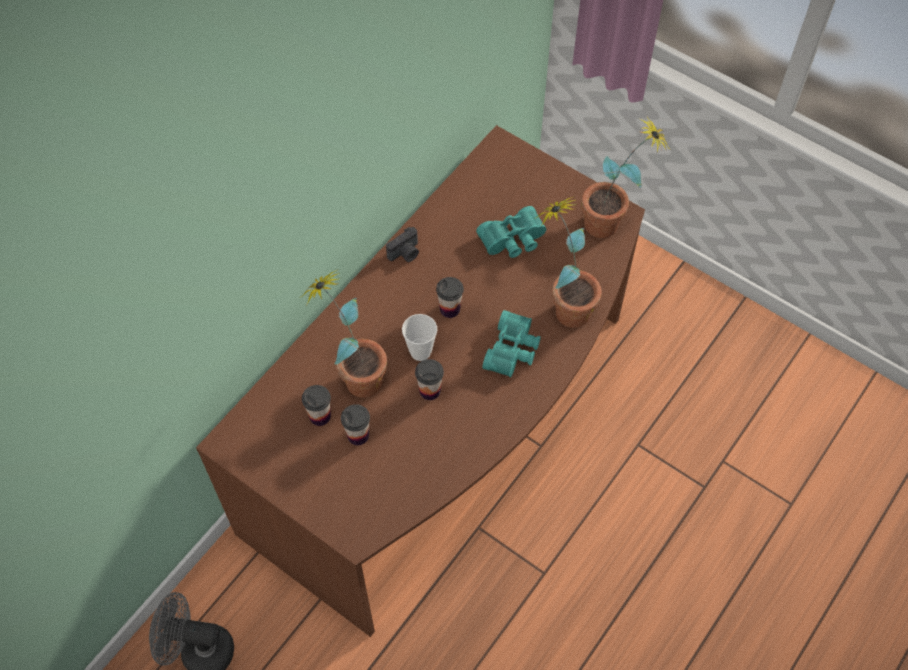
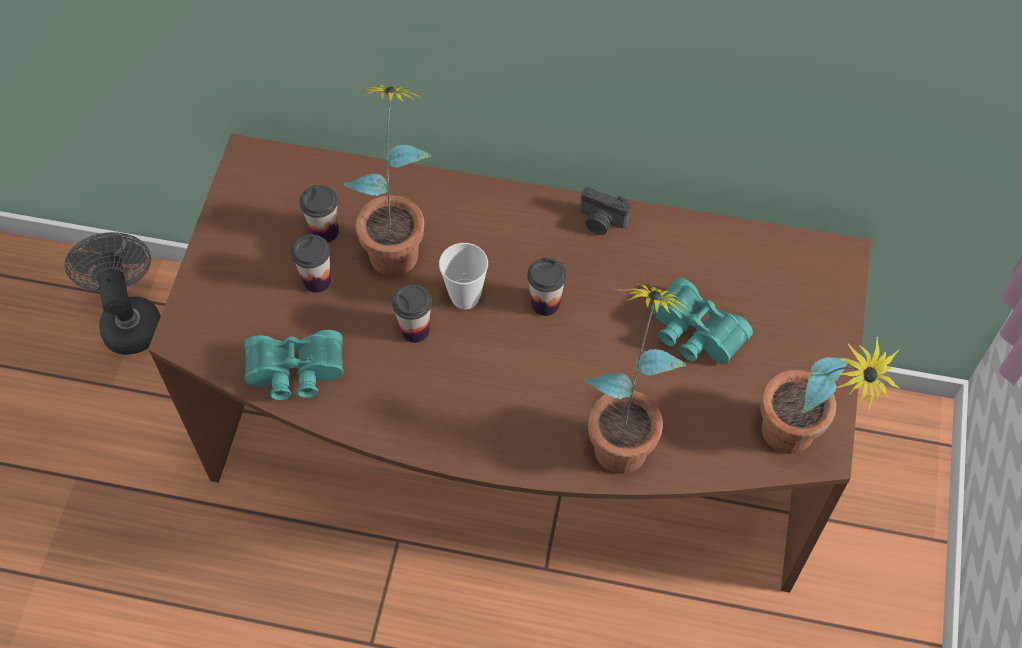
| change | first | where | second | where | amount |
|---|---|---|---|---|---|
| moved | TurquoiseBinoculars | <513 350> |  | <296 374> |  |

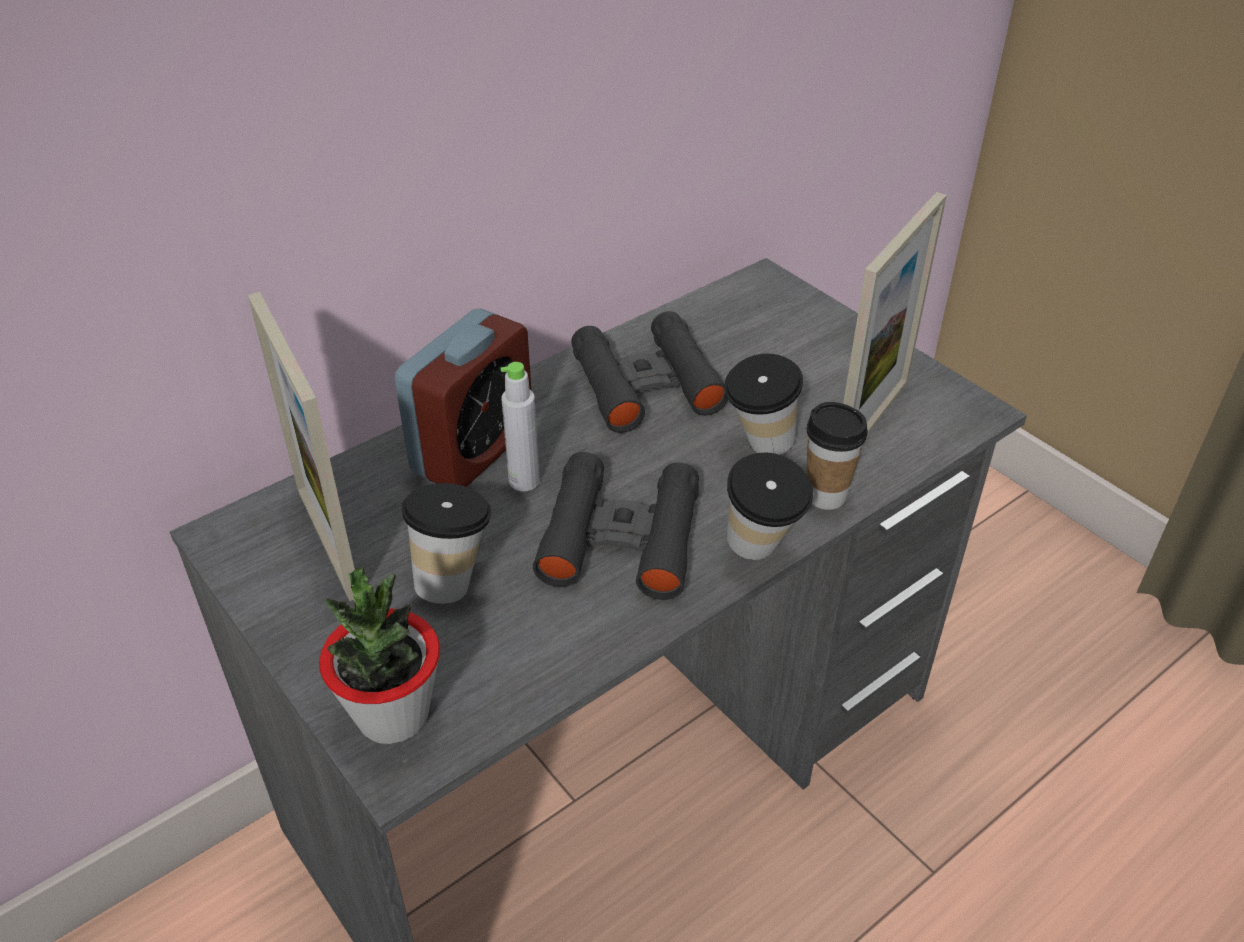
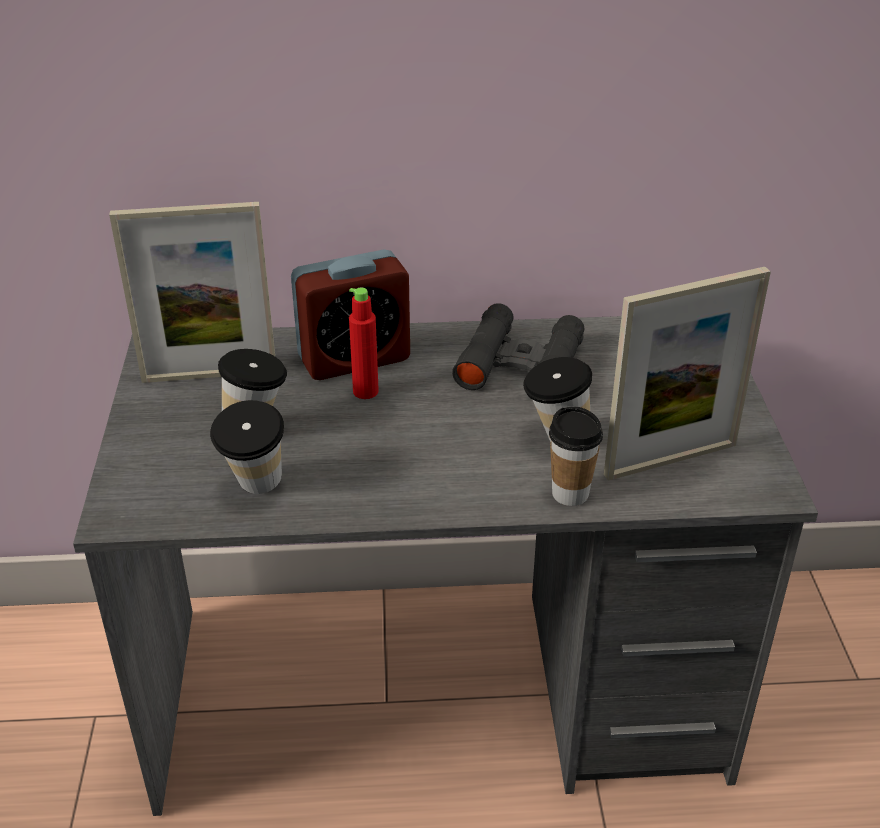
| change | first | where | second | where | amount |
|---|---|---|---|---|---|
| turned | PictureFrame | <327 541> |  | <209 375> | 105 degrees counterclockwise |
| removed | PottedPlant | <393 716> |  |  |  |
| recoloured | GreyBottle | <524 481> | RedBottle | <365 391> |  |
| removed | BlackBinoculars | <620 537> |  |  |  |
| moved | Cup | <760 554> |  | <256 490> |  |

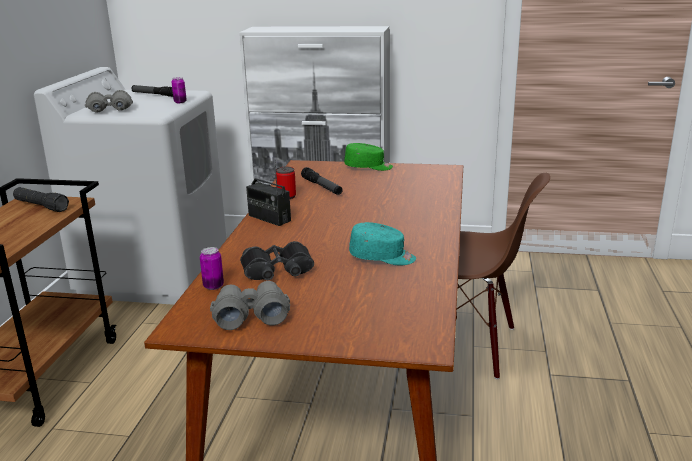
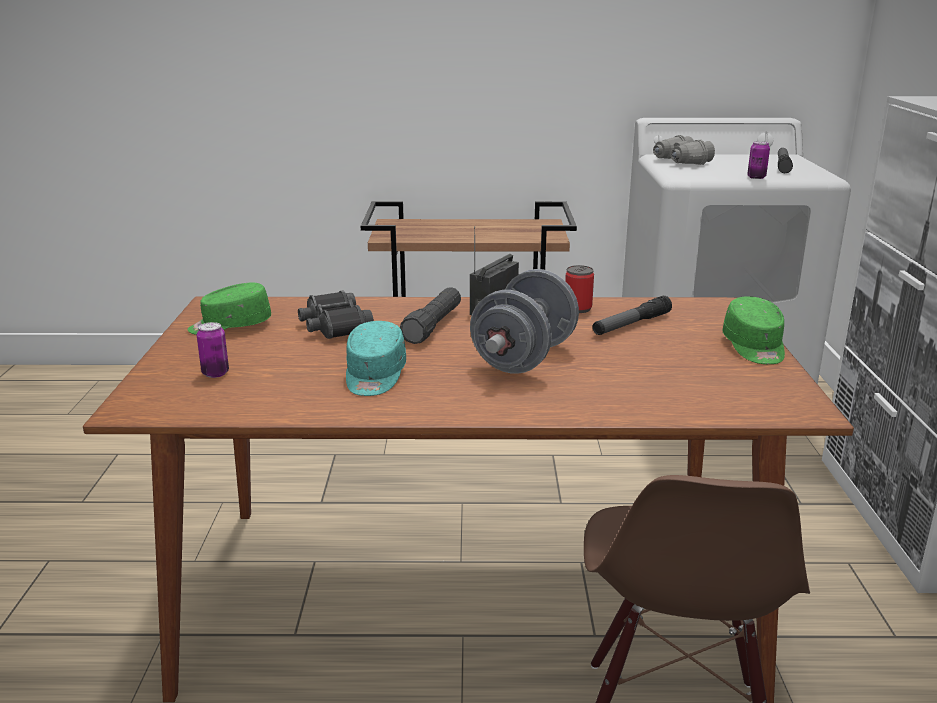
| change | first | where | second | where | amount |
|---|---|---|---|---|---|
| moved | BlackFlashlight | <41 206> |  | <433 326> |  |
| moved | Can | <213 286> |  | <215 373> |  |
| replaced | GreyBinoculars | <251 315> | GreenCap | <230 326> |  |
| added |  |  | GreyDumbbell | <524 358> |  |

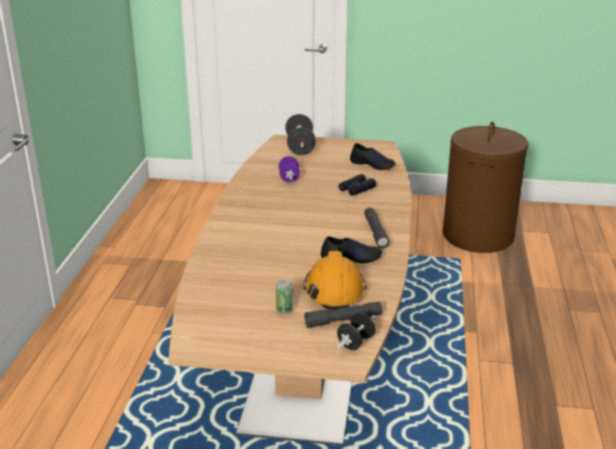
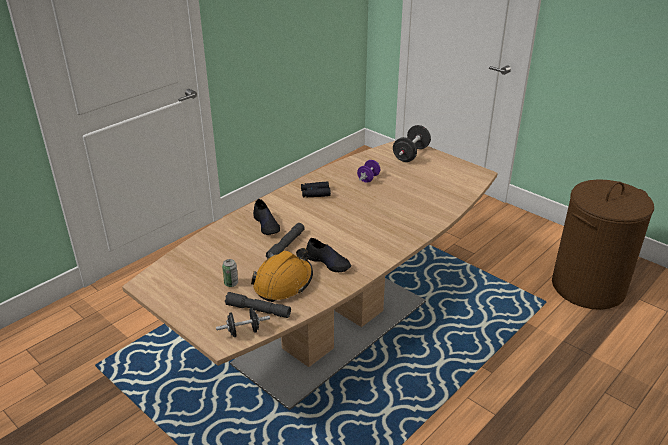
| change | first | where | second | where | amount |
|---|---|---|---|---|---|
| moved | BlackBinoculars | <356 189> |  | <315 193> |  |
| moved | BlackShoe | <372 164> |  | <266 225> |  |
| moved | GreyFlashlight | <375 232> |  | <286 246> |  |

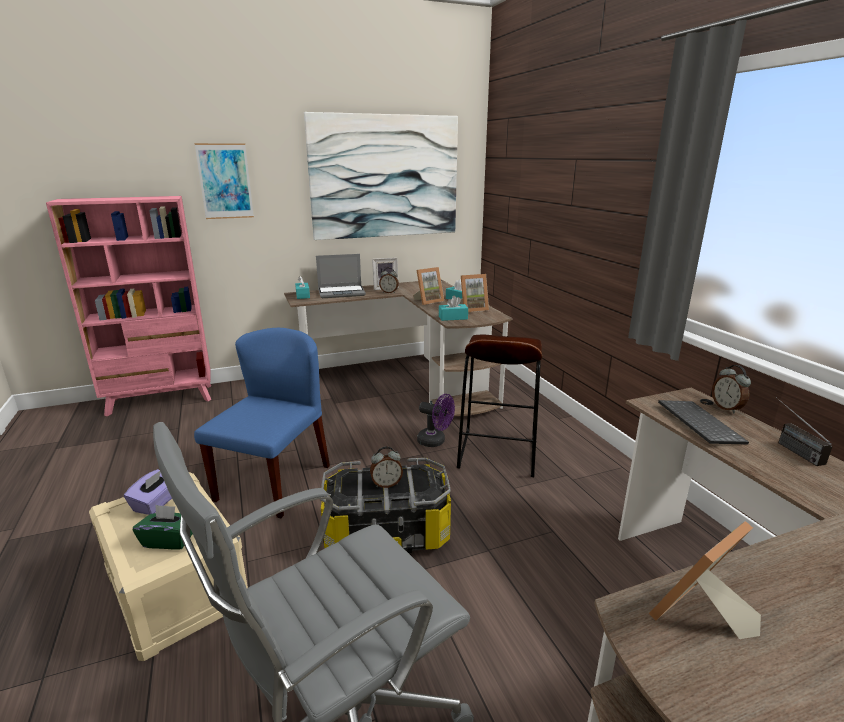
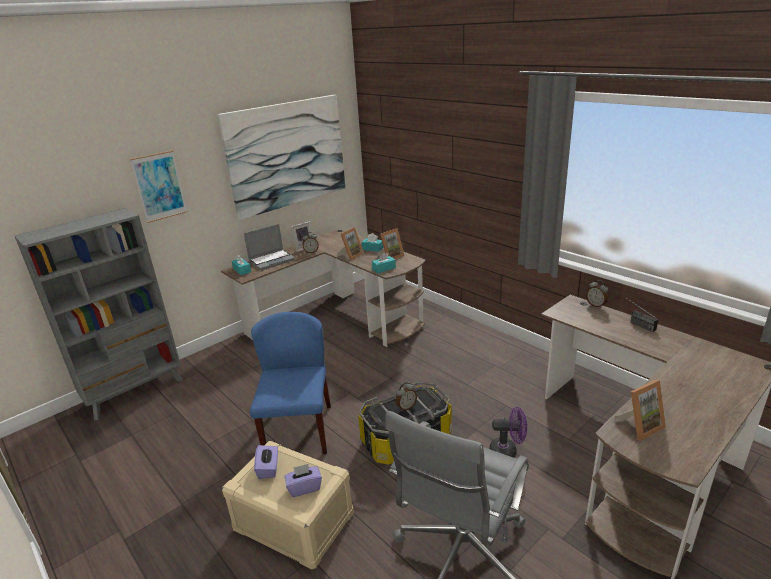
| change | first | where | second | where | amount |
|---|---|---|---|---|---|
| recoloured | PinkBookcase | <161 400> | GreyBookcase | <135 391> |  |
| recoloured | GreenTissueBox | <169 540> | PurpleTissueBox | <304 487> |  |
| moved | PurpleFan | <435 441> |  | <507 451> |  |
| removed | BrownStool | <497 453> |  |  |  |
| turned | PictureFrame | <699 618> |  | <640 426> | 150 degrees counterclockwise |
| removed | Keyboard | <697 423> |  |  |  |

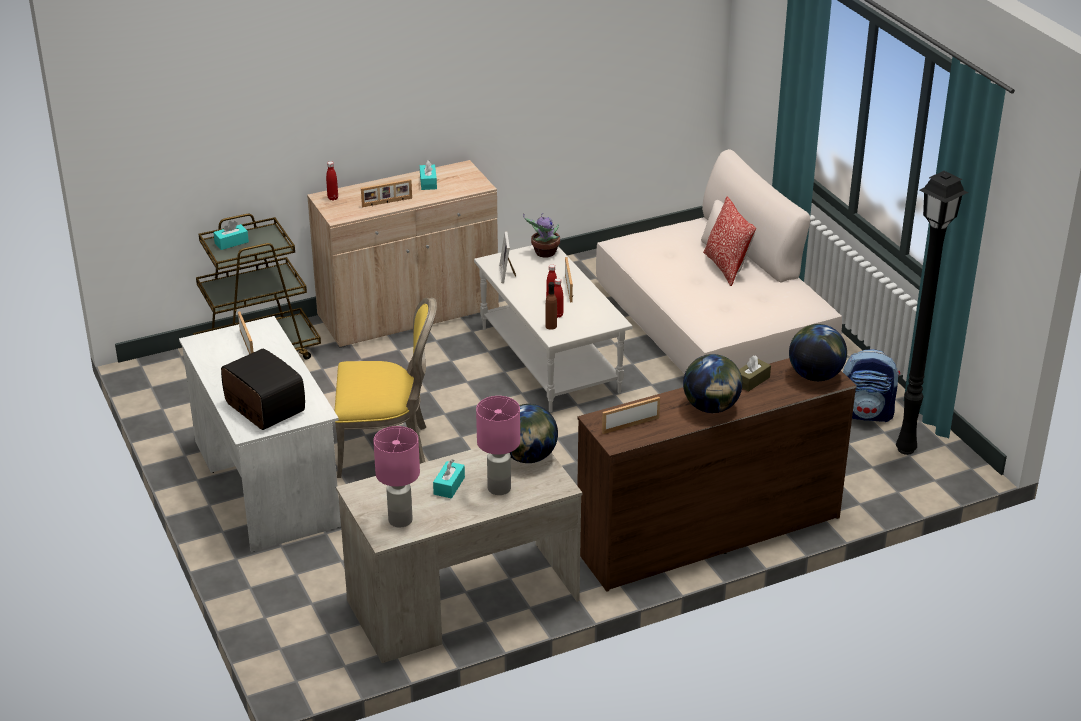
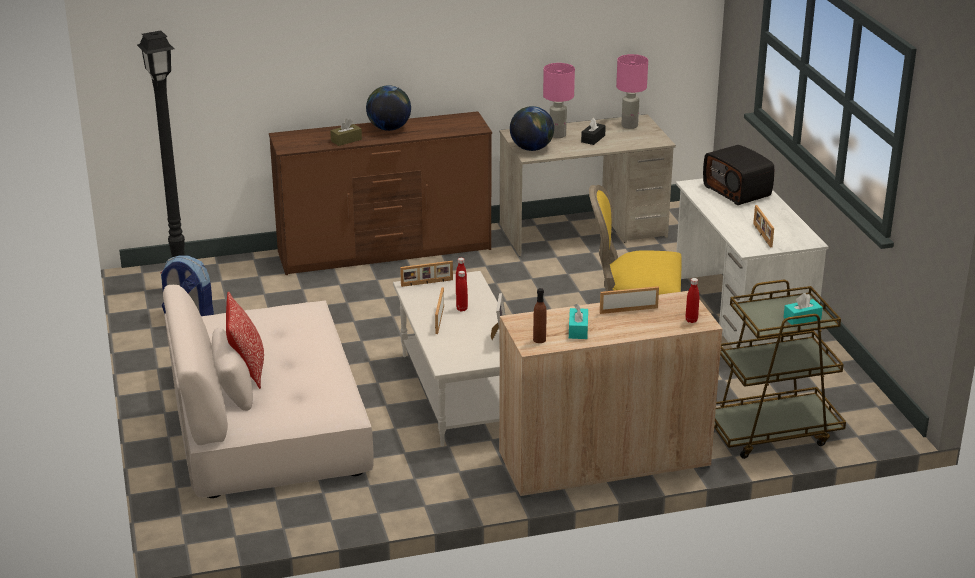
| change | first | where | second | where | amount |
|---|---|---|---|---|---|
| recoloured | TurquoiseTissueBox | <449 486> | BlackTissueBox | <593 139> |  |
| removed | PottedPlant | <544 253> |  |  |  |
| moved | BrownBottle | <551 326> |  | <539 340> |  |
| moved | PictureFrame | <630 425> |  | <427 283> |  |
| removed | Globe | <815 376> |  |  |  |

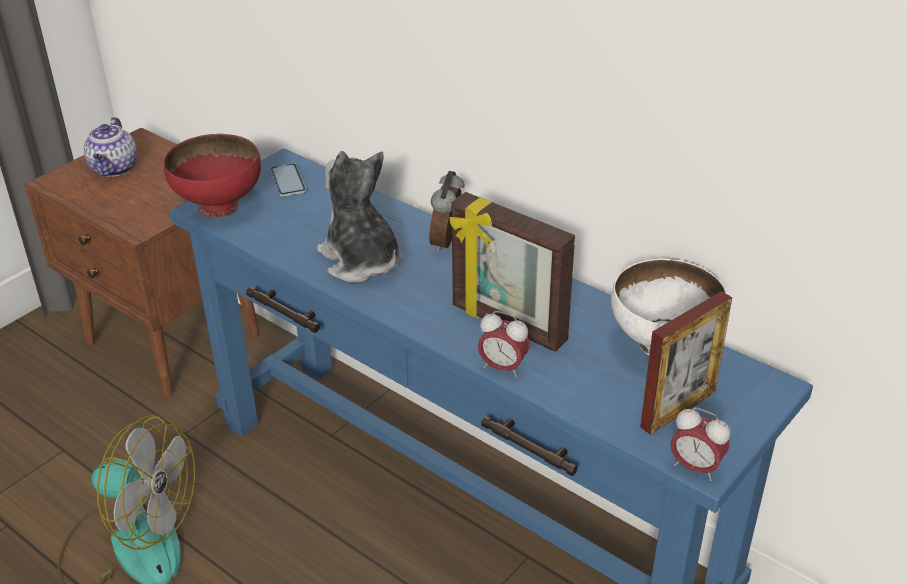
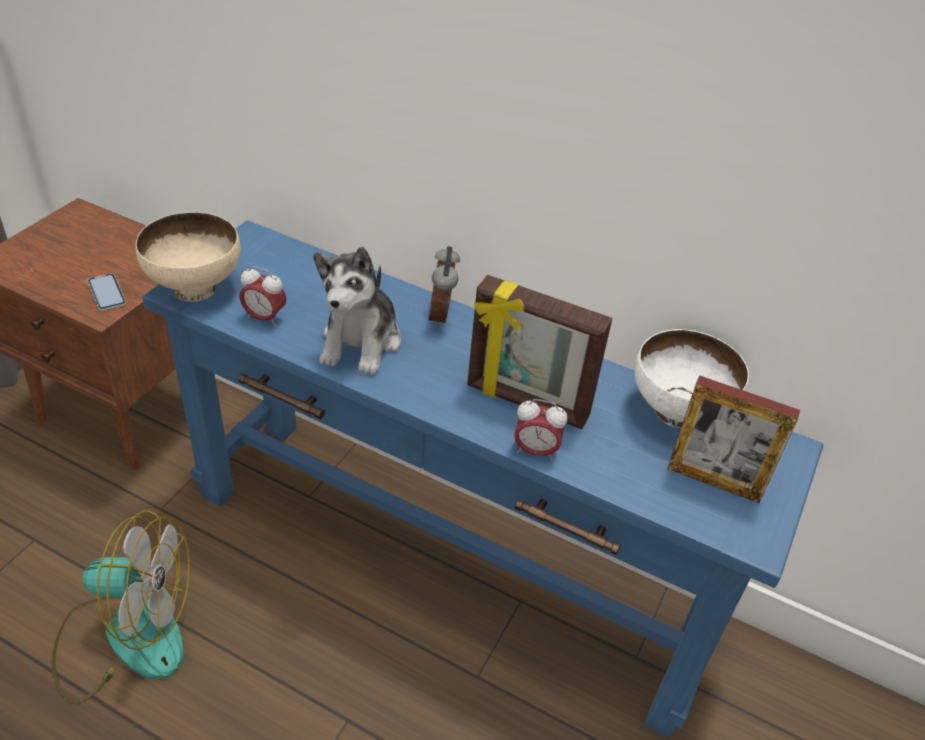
| change | first | where | second | where | amount |
|---|---|---|---|---|---|
| removed | Teapot | <114 169> |  |  |  |
| recoloured | RedBowl | <220 206> | BeigeBowl | <196 288> |  |
| moved | Phone | <288 181> |  | <107 293> |  |
| turned | PlushToy | <361 261> |  | <361 342> | 120 degrees counterclockwise |
| turned | PictureFrame | <678 409> |  | <714 481> | 75 degrees clockwise |
| moved | AlarmClock | <695 467> |  | <264 318> |  |

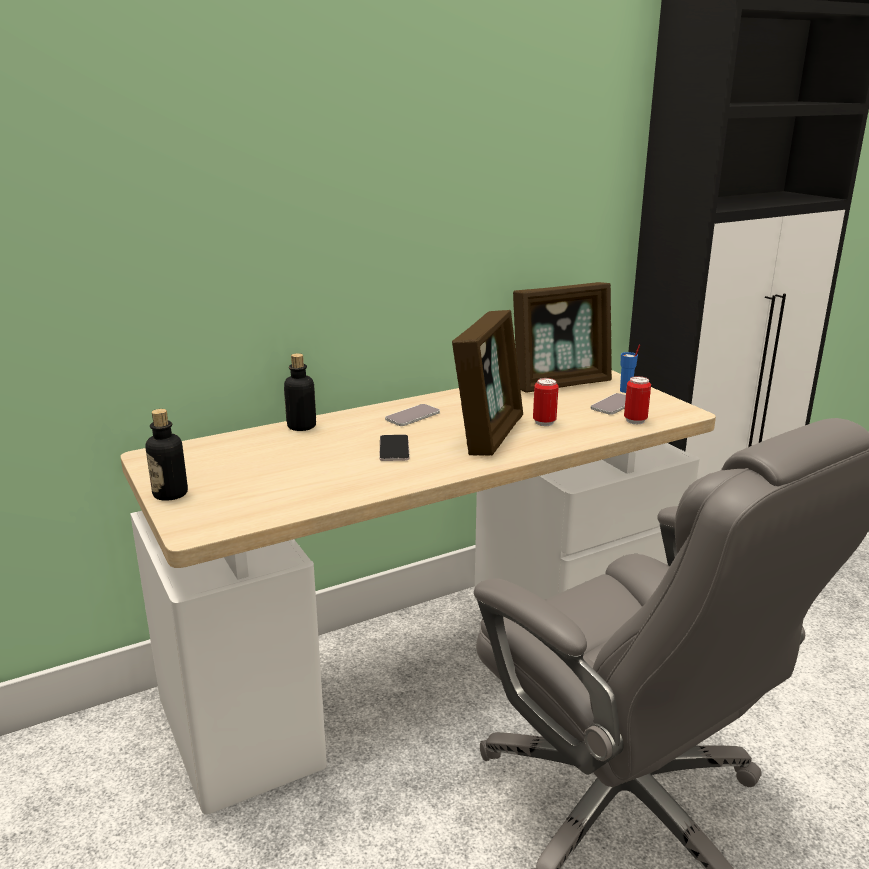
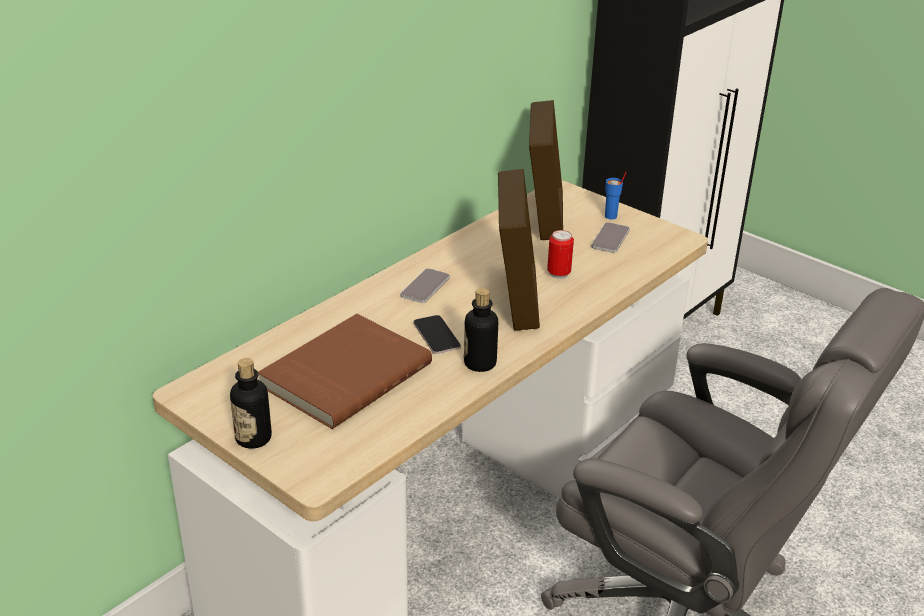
| change | first | where | second | where | amount |
|---|---|---|---|---|---|
| moved | Bottle | <301 426> |  | <480 363> |  |
| turned | PictureFrame | <561 384> |  | <543 216> | 45 degrees counterclockwise |
| removed | Can | <635 421> |  |  |  |
| added |  |  | BrownBook | <344 373> |  |

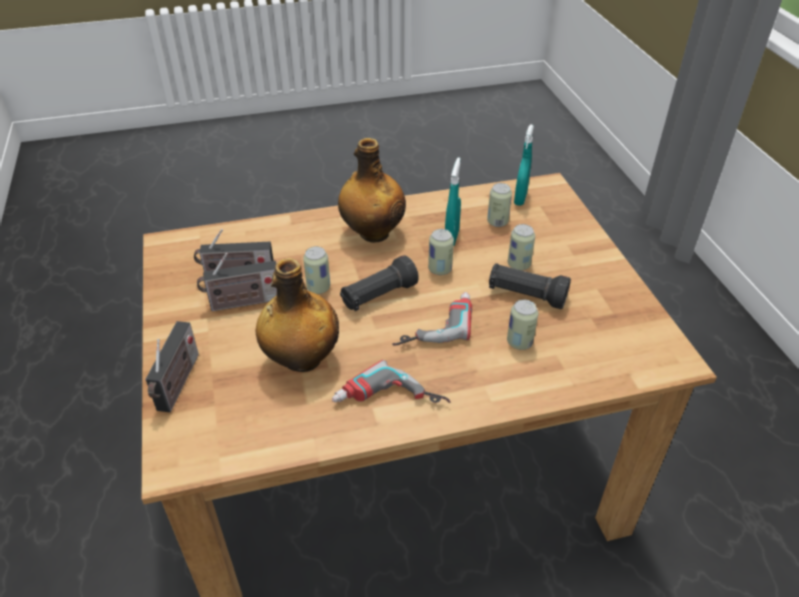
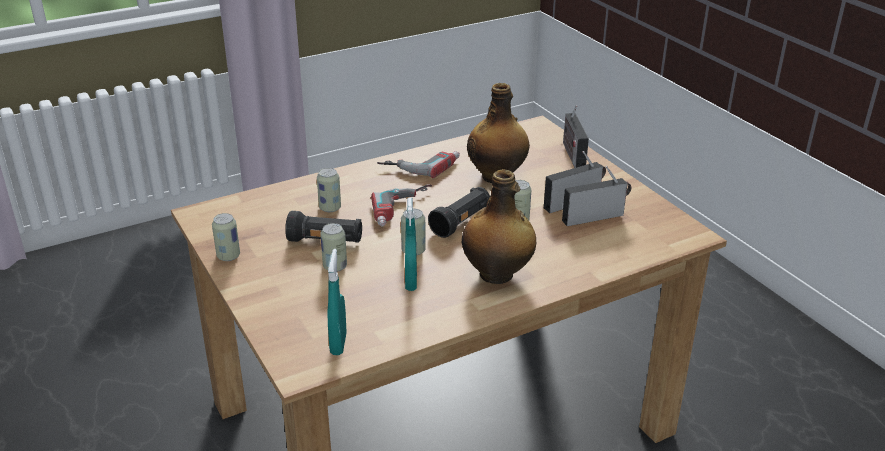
| change | first | where | second | where | amount |
|---|---|---|---|---|---|
| moved | Can | <497 222> |  | <228 256> |  |

